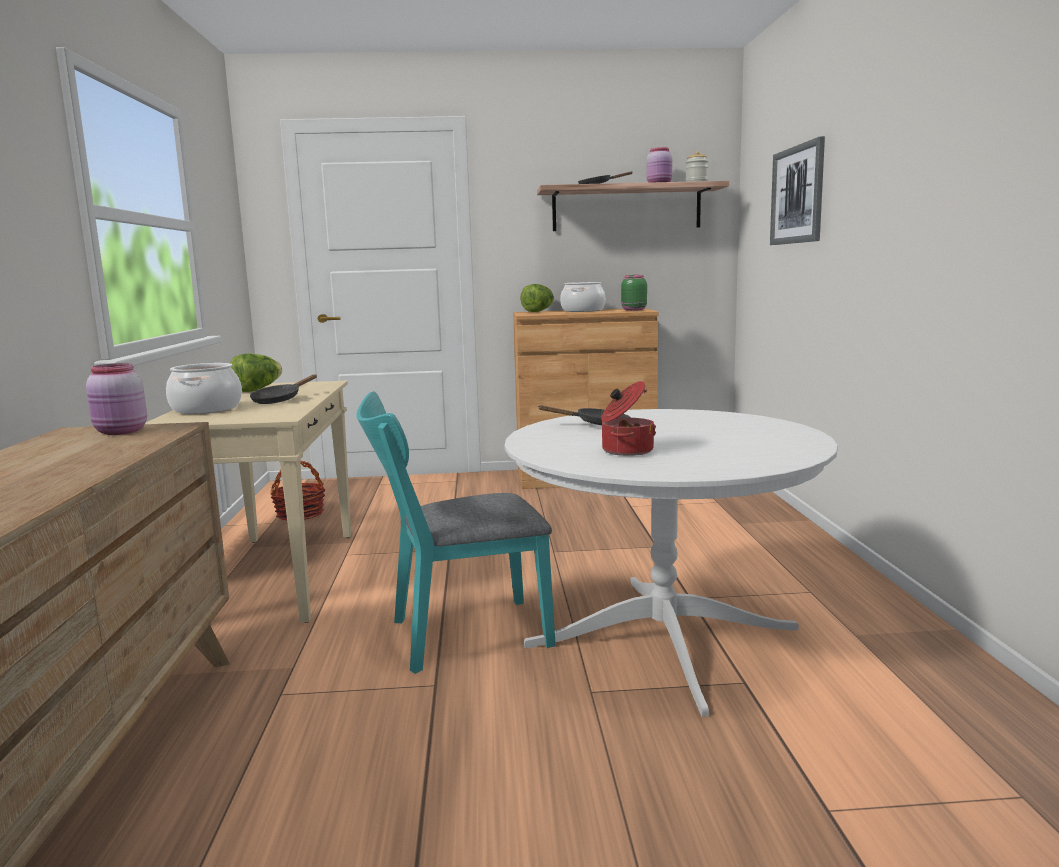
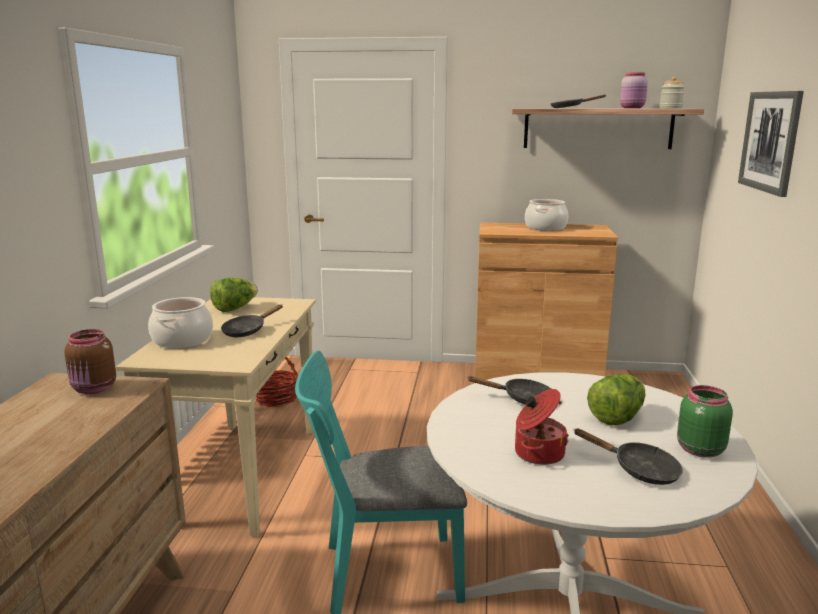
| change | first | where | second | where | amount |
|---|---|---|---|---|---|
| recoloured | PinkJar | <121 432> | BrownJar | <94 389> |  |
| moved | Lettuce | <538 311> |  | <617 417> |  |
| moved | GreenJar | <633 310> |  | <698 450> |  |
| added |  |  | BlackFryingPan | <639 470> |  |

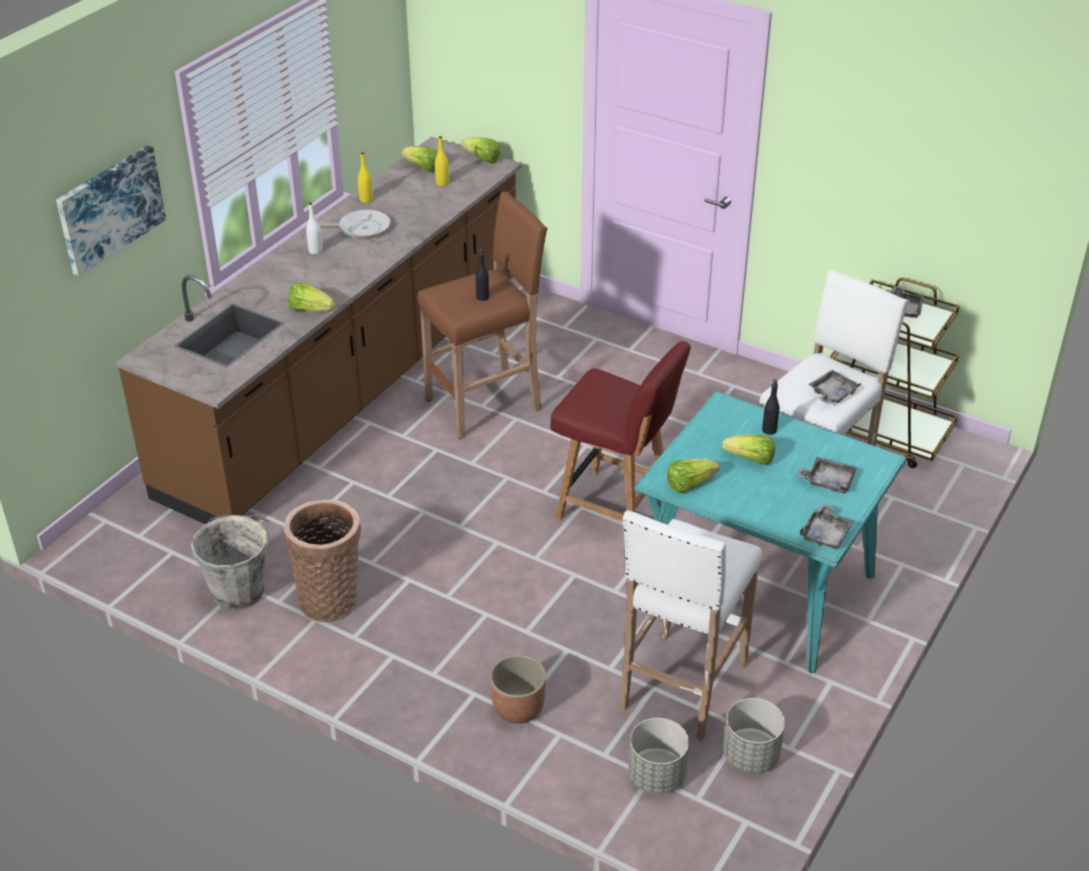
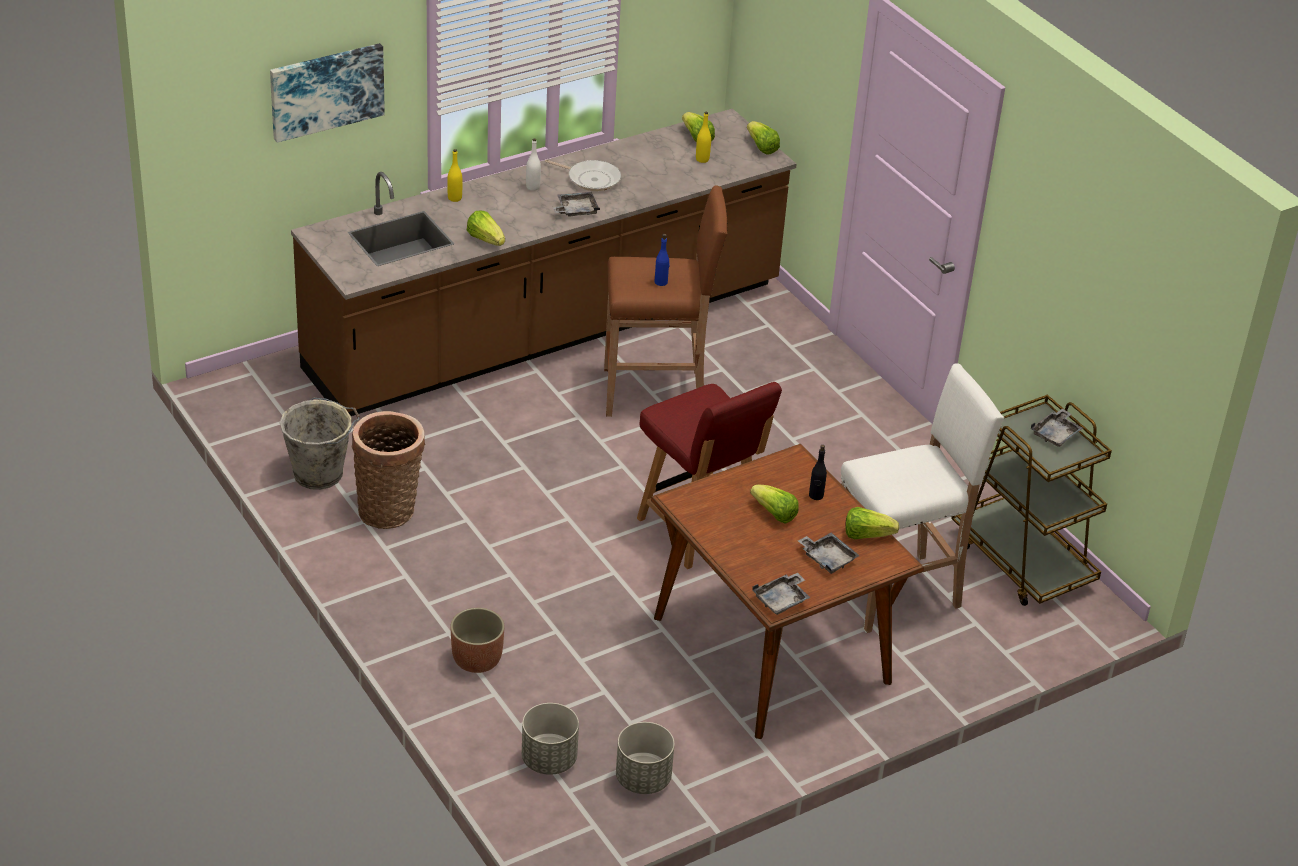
| change | first | where | second | where | amount |
|---|---|---|---|---|---|
| moved | YellowBottle | <366 200> |  | <454 198> |  |
| recoloured | BlackBottle | <482 297> | BlueBottle | <661 282> |  |
| removed | WhiteStool | <681 688> |  |  |  |
| recoloured | TurquoiseDiningTable | <757 588> | BrownDiningTable | <770 649> |  |
| moved | Lettuce | <689 484> |  | <866 535> |  |
| moved | GreyTray | <832 394> |  | <576 210> |  |

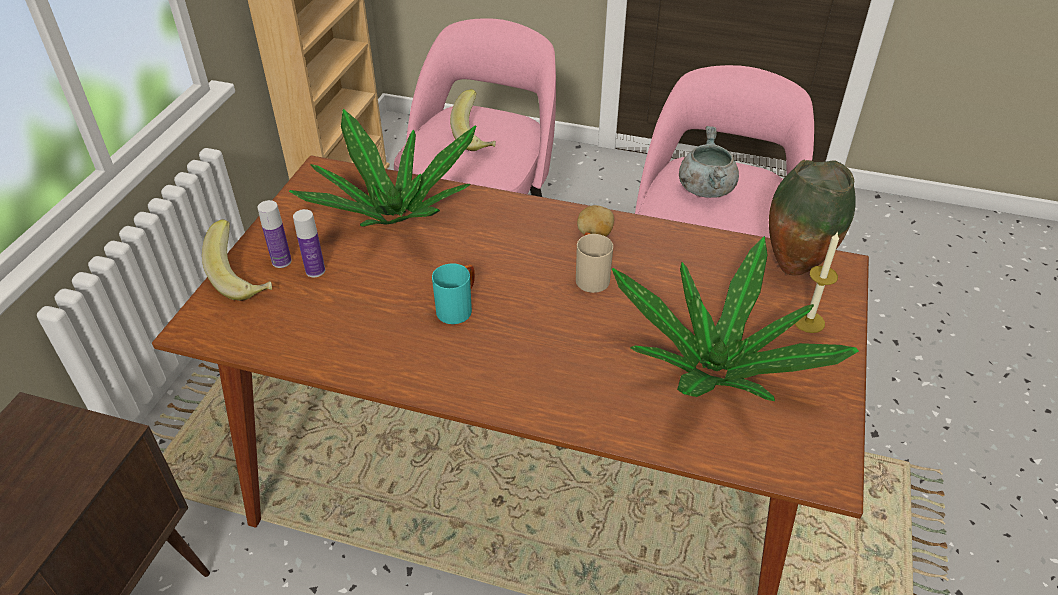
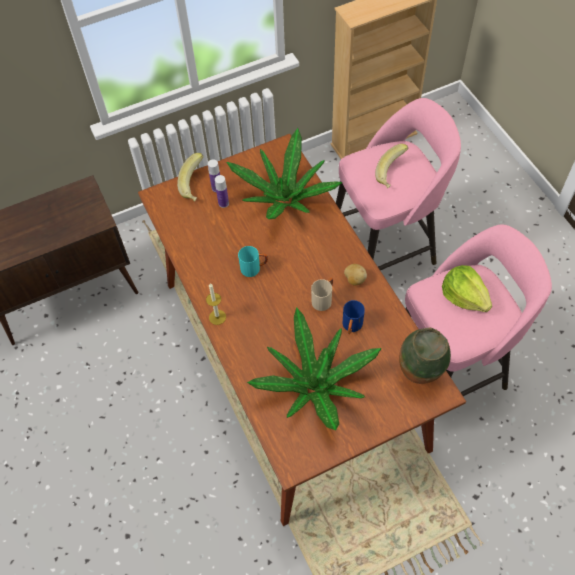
| change | first | where | second | where | amount |
|---|---|---|---|---|---|
| replaced | GreyCookingPot | <705 188> | Lettuce | <464 296> |  |
| moved | Candle | <809 321> |  | <217 317> |  |
| added |  |  | BlueMug | <351 327> |  |

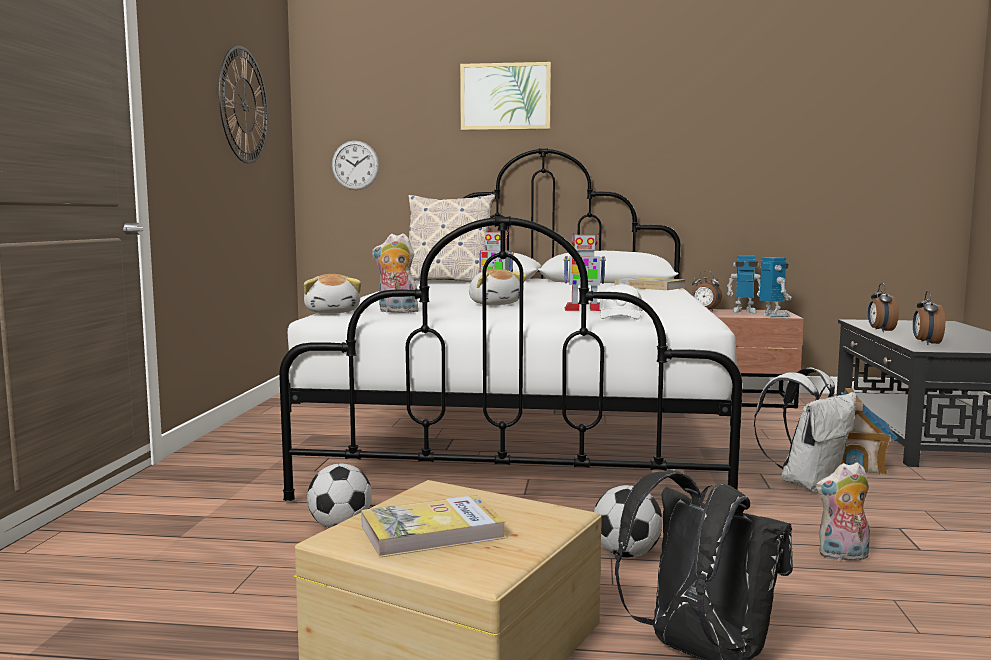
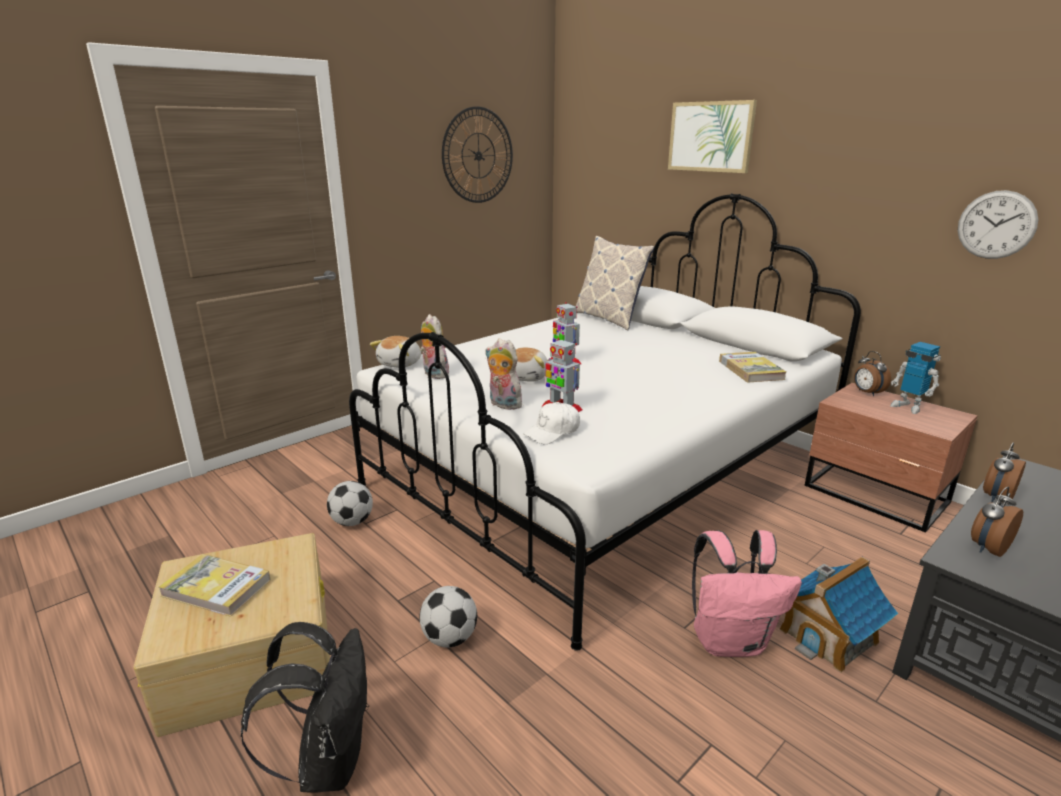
| change | first | where | second | where | amount |
|---|---|---|---|---|---|
| moved | WallClock | <355 165> |  | <996 225> |  |
| recoloured | WhiteBackpack | <808 484> | PinkBackpack | <730 641> |  |
| removed | ToyRobot | <773 316> |  |  |  |
| moved | PlushToy | <843 556> |  | <503 405> |  |

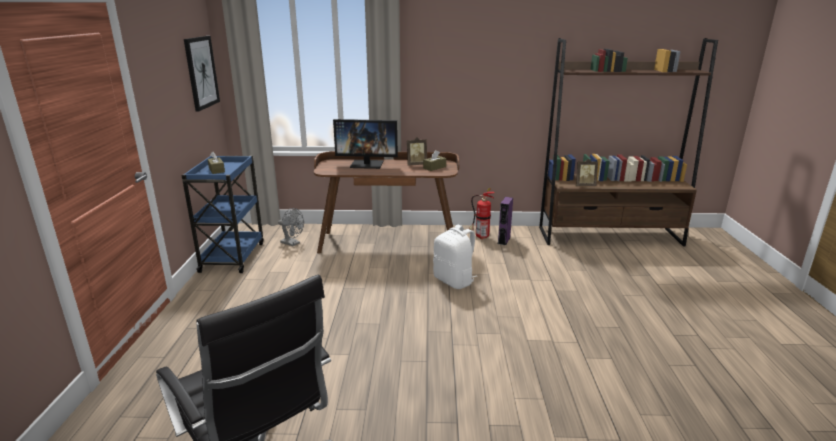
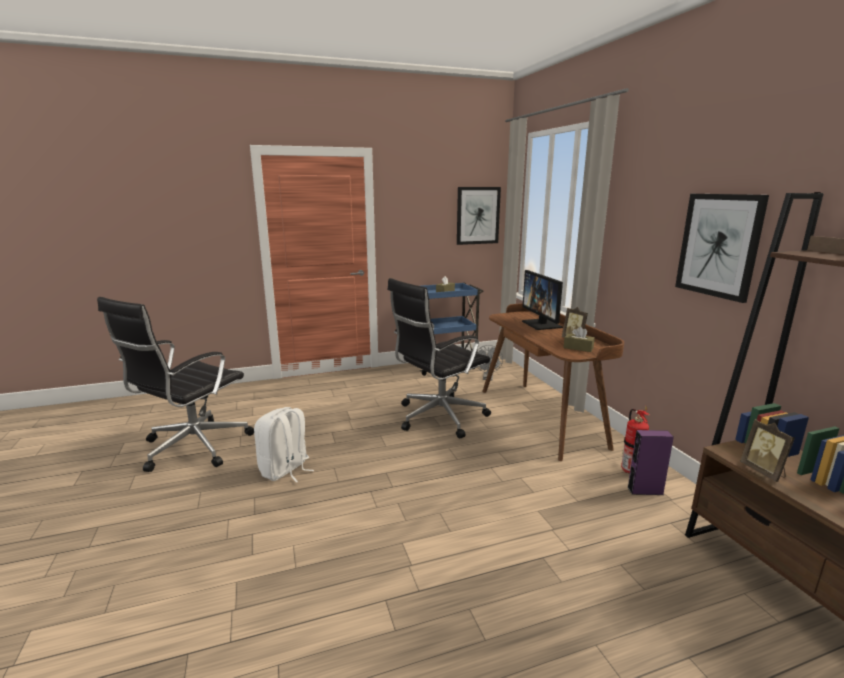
| change | first | where | second | where | amount |
|---|---|---|---|---|---|
| moved | WhiteBackpack | <454 281> |  | <285 470> |  |
| added |  |  | BlackOfficeChair | <438 417> |  |
| added |  |  | Picture | <719 245> |  |

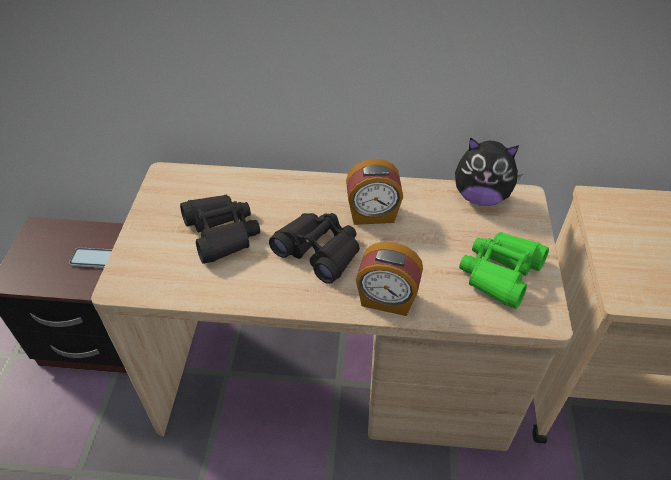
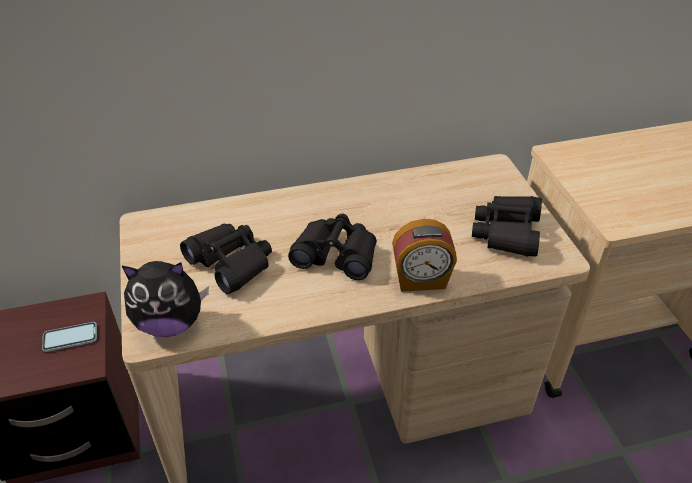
| change | first | where | second | where | amount |
|---|---|---|---|---|---|
| removed | AlarmClock | <372 215> |  |  |  |
| moved | PlushToy | <480 197> |  | <170 323> |  |
| recoloured | GreenBinoculars | <500 273> | BlackBinoculars | <507 232> |  |

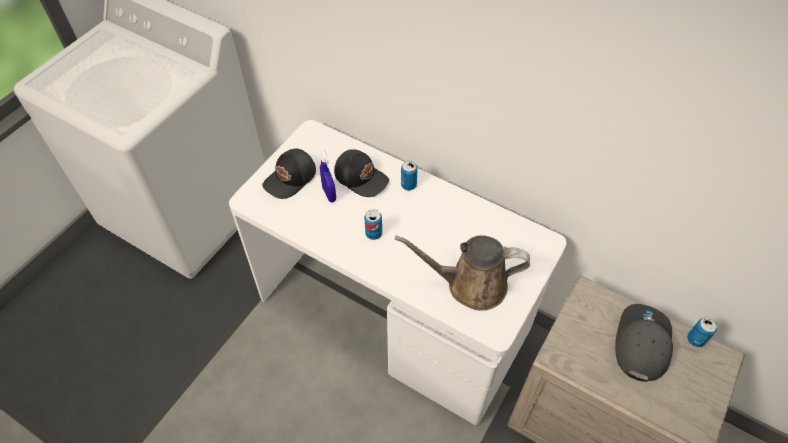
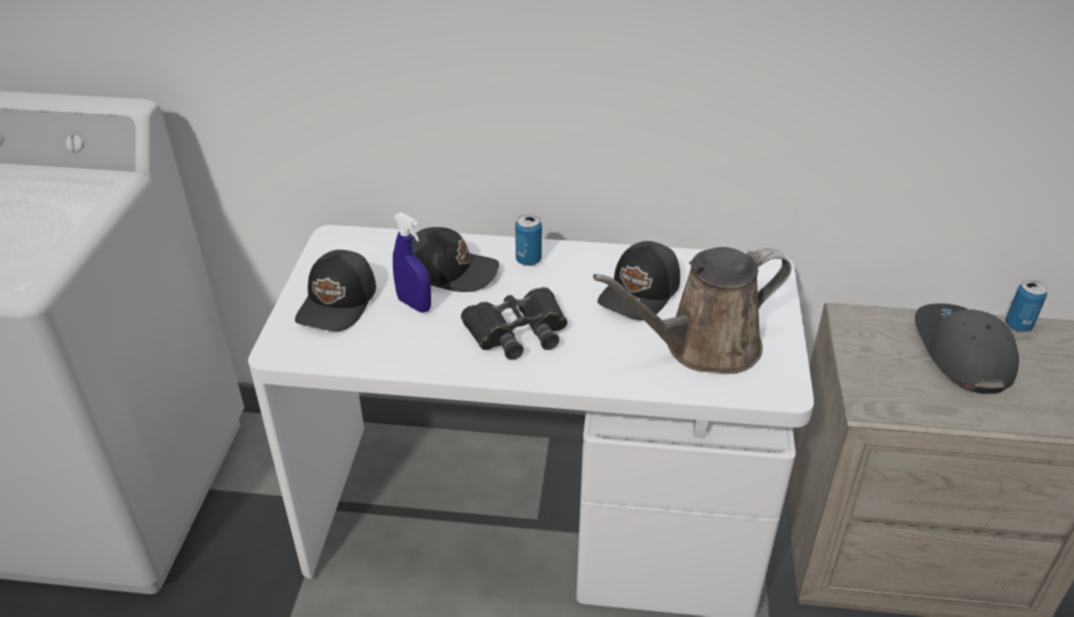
| change | first | where | second | where | amount |
|---|---|---|---|---|---|
| replaced | Can | <373 233> | BlackBinoculars | <517 331> |  |
| added |  |  | BlackCap | <641 293> |  |

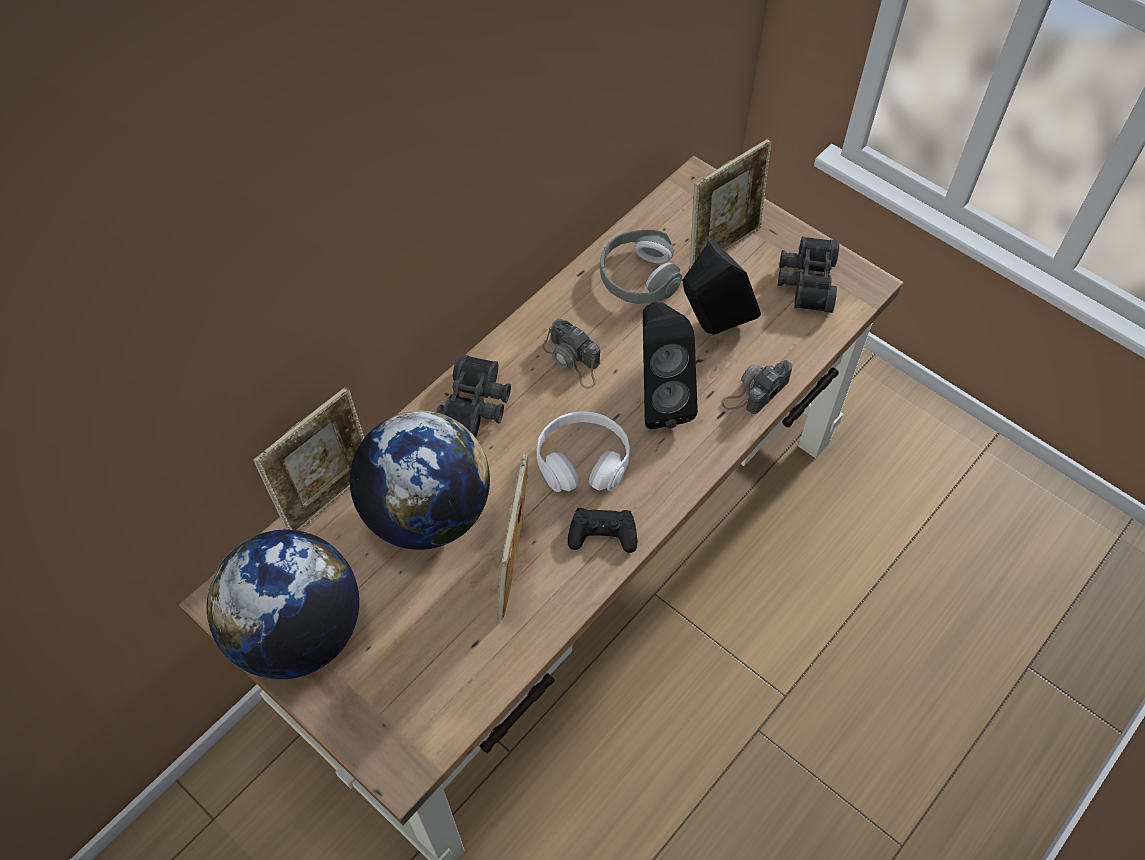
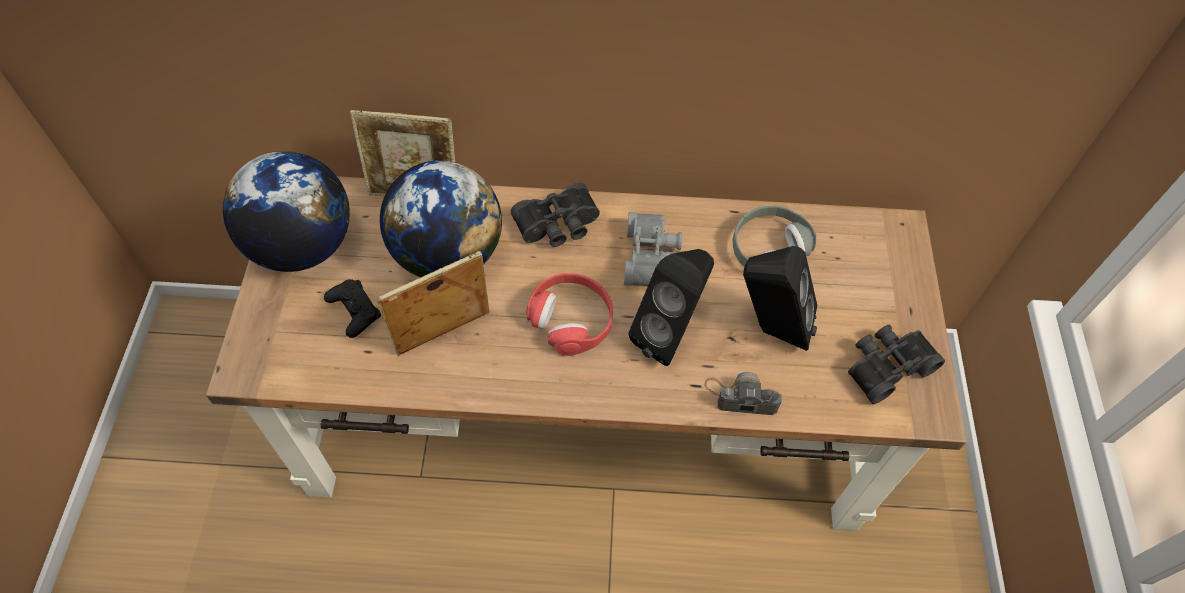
| change | first | where | second | where | amount |
|---|---|---|---|---|---|
| recoloured | WhiteHeadphones | <583 460> | RedHeadphones | <571 319> |  |
| replaced | PhotoCamera | <573 360> | GreyBinoculars | <652 257> |  |
| moved | BlackGameController | <602 534> |  | <354 310> |  |
| removed | PictureFrame | <723 246> |  |  |  |

